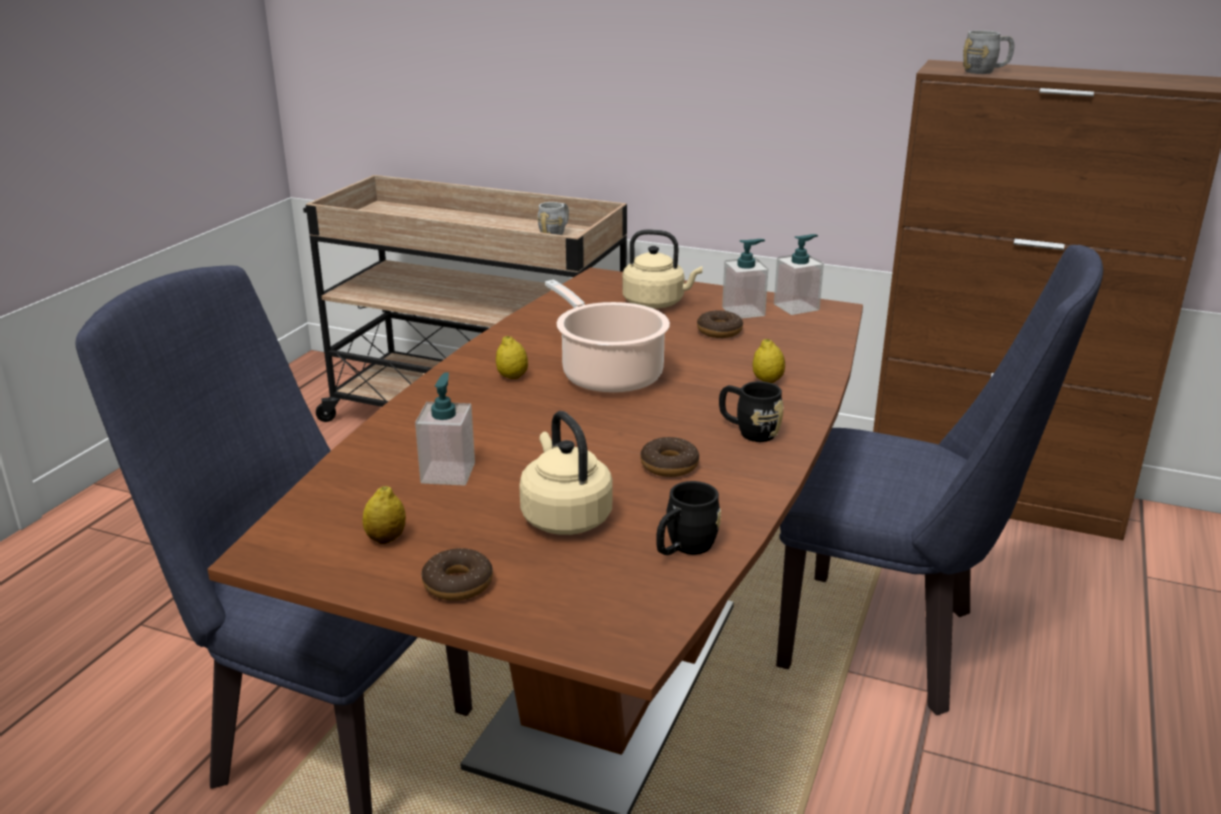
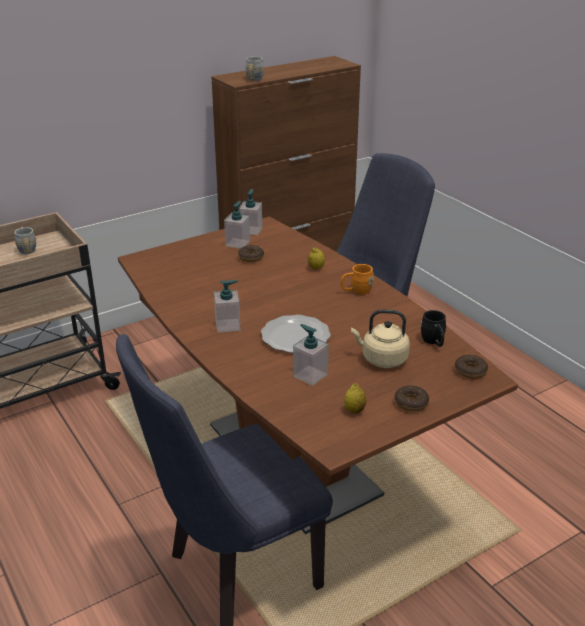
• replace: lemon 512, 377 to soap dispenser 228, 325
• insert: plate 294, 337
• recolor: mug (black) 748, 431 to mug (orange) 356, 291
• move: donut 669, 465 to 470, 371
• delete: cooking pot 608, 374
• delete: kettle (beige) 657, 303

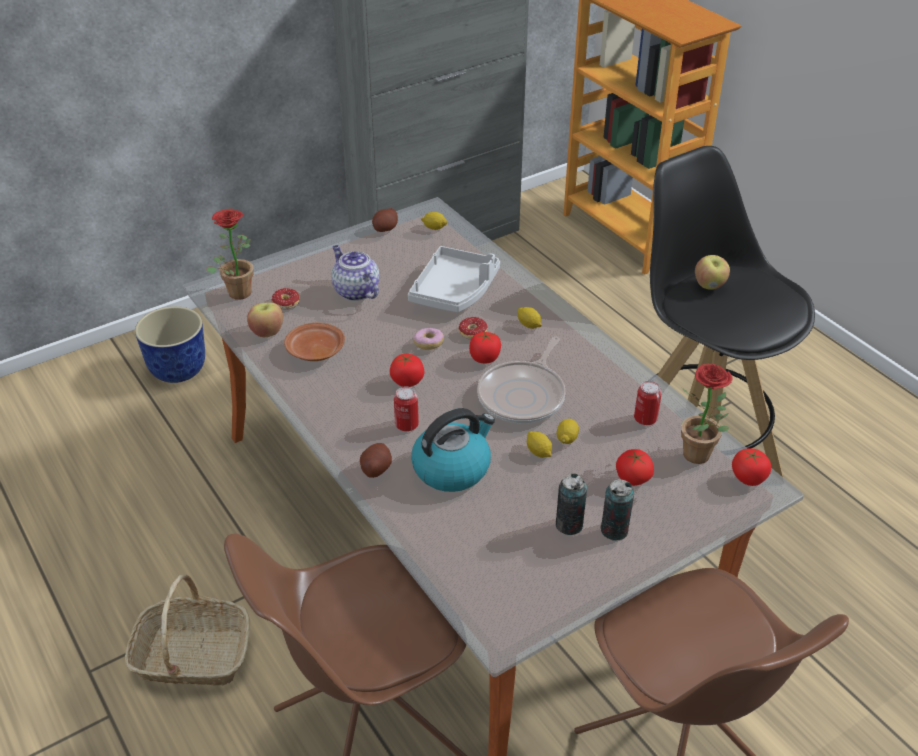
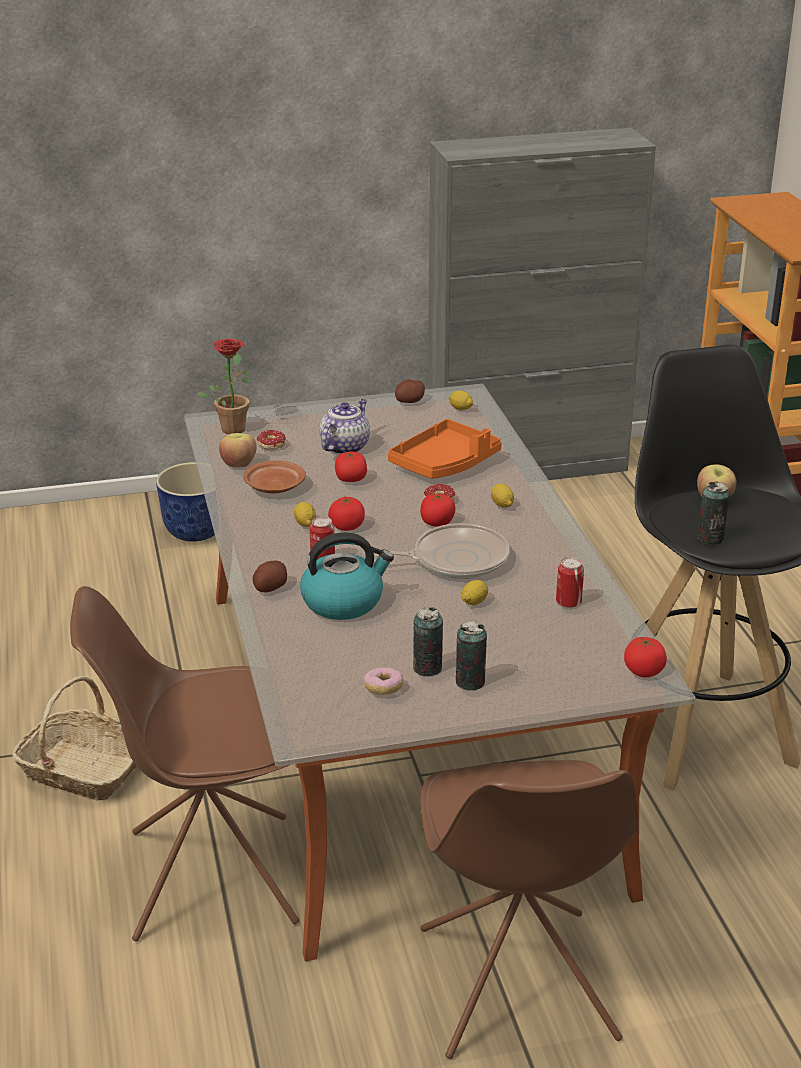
• move: lemon 538, 452 to 305, 523
• rotate: teapot 355, 291 = 345, 447 45 degrees clockwise
• move: tomato 632, 478 to 350, 479
• move: donut 428, 344 to 383, 688
• rotate: frying pan 524, 395 = 455, 559 150 degrees counterclockwise
• recolor: tray (grey) 455, 291 to tray (orange) 445, 463
• insert: can 710, 538
• delete: potted plant 700, 458

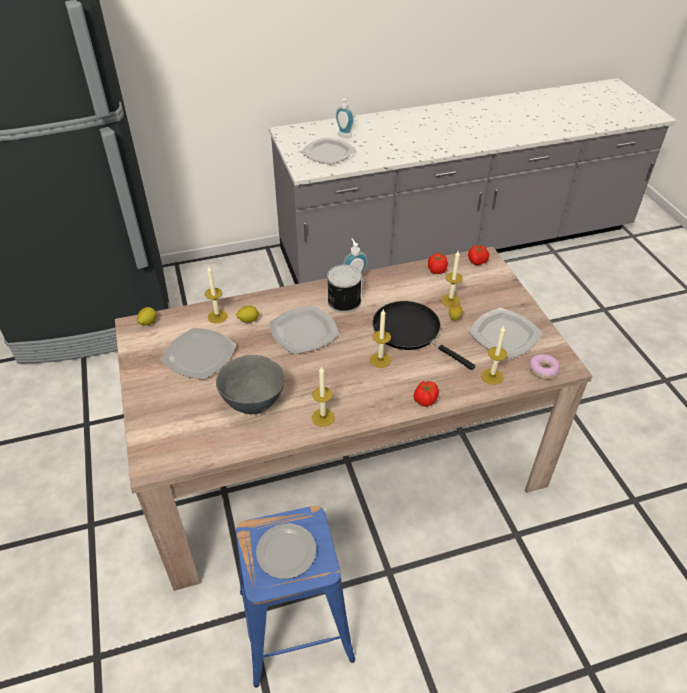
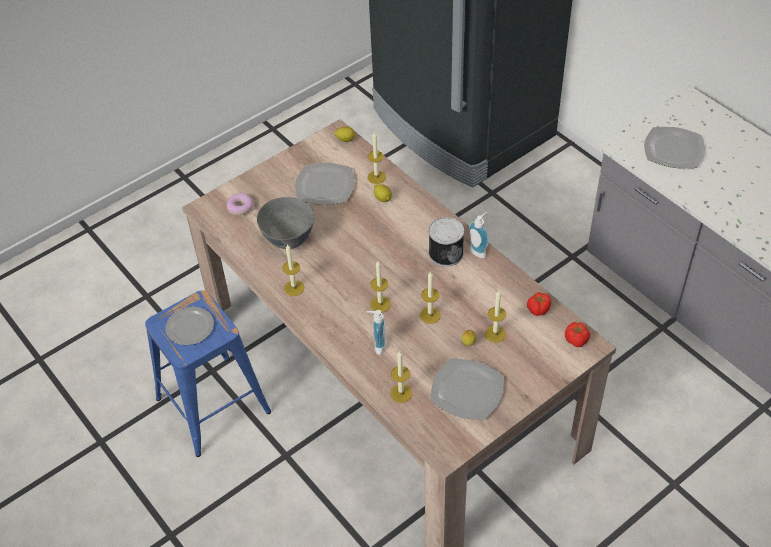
• move: donut 543, 370 to 240, 207
• move: soap dispenser 343, 136 to 377, 345
• replace: frying pan (black) 410, 332 to candle 430, 315
• delete: plate 303, 331
• delete: tomato 425, 400

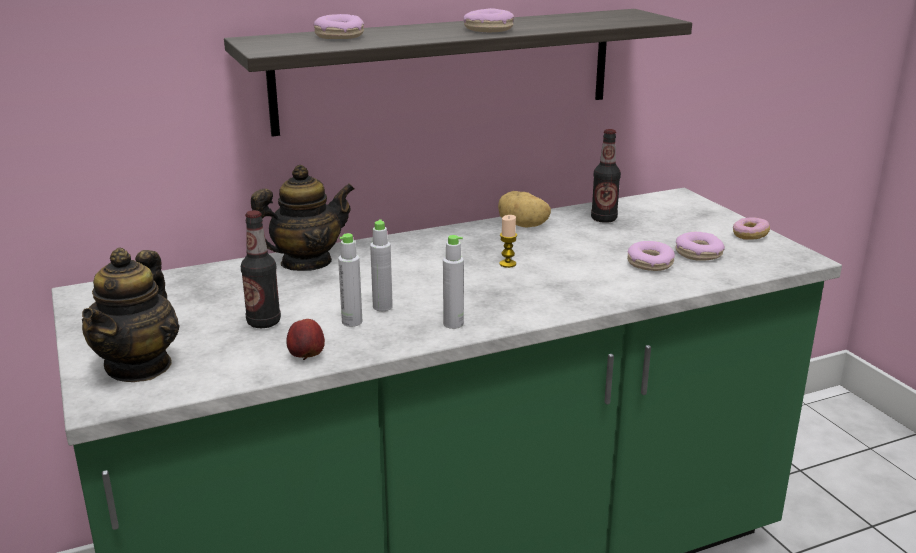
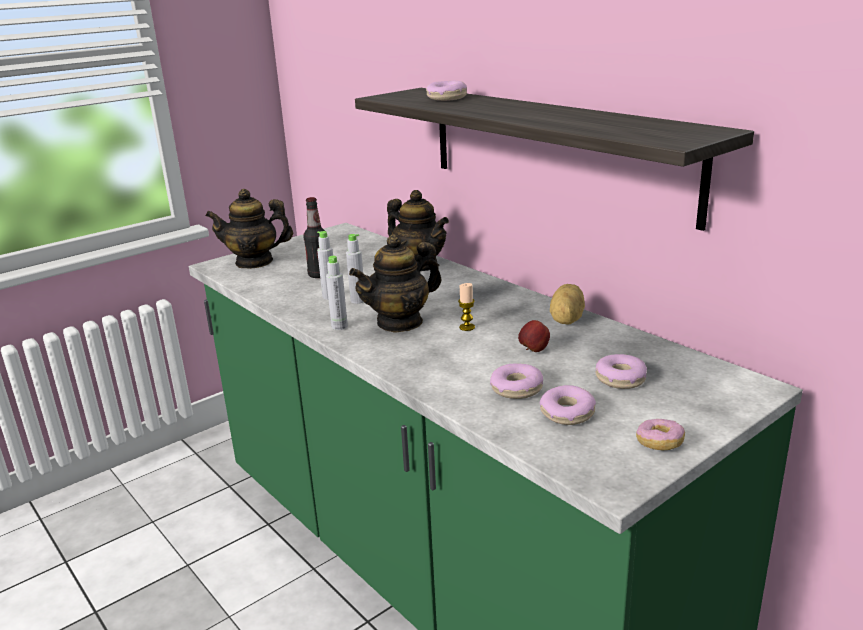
• insert: teapot 400, 322
• move: apple 306, 356 to 534, 350
• move: donut 488, 29 to 620, 378
• delete: bottle 603, 219

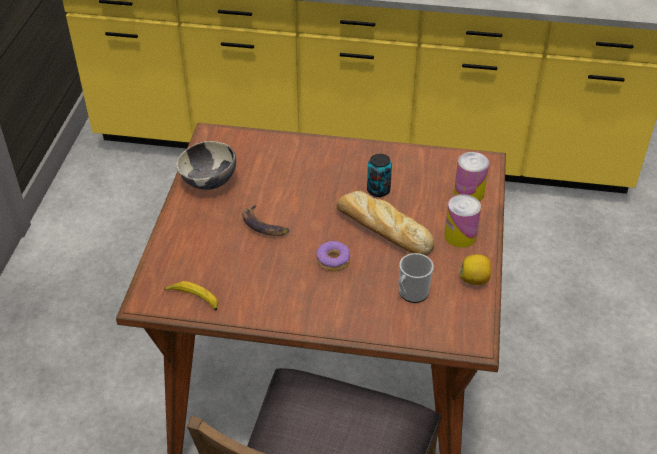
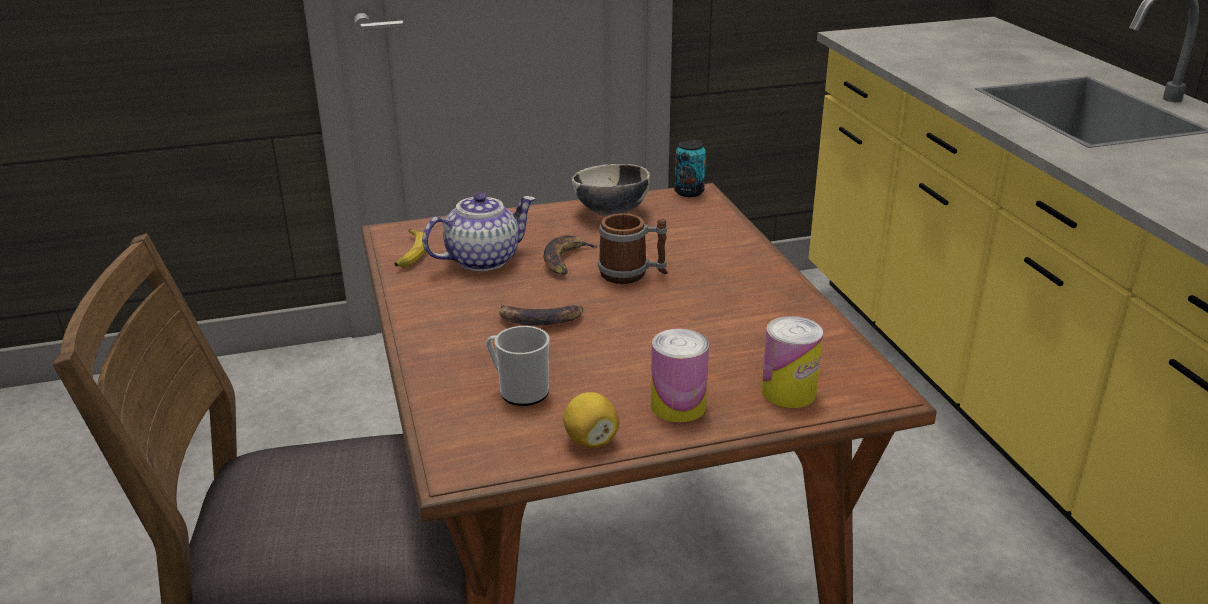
• insert: teapot 483, 259
• replace: donut 333, 261 to banana 539, 319
• insert: mug 632, 274
• move: can 378, 190 to 689, 192
• delete: bread 382, 229

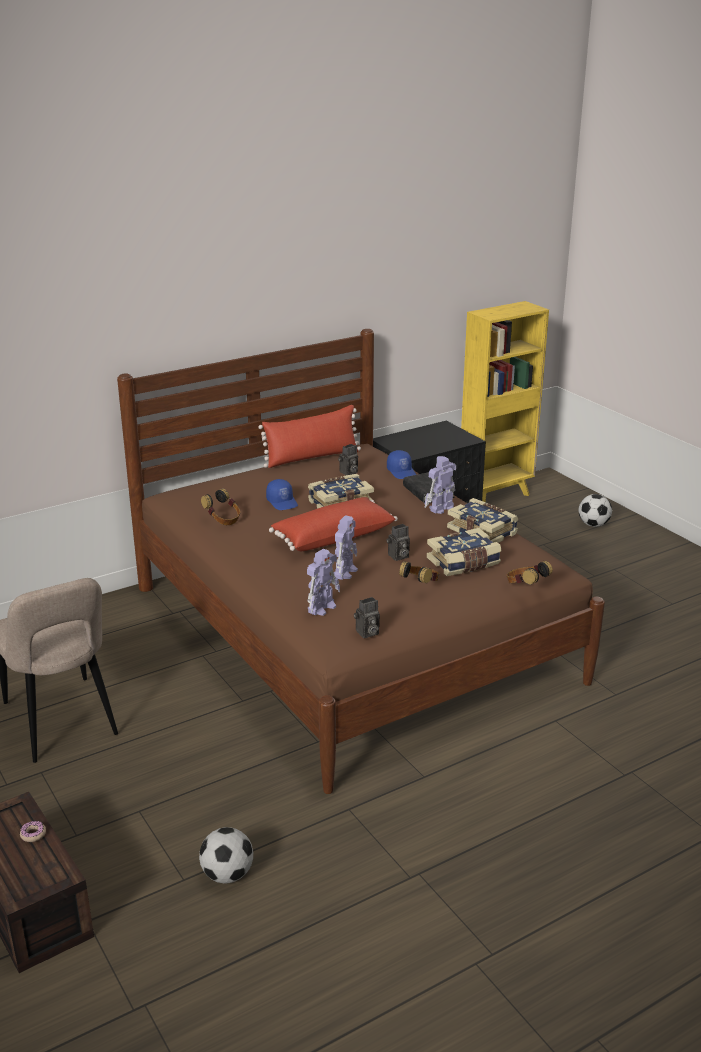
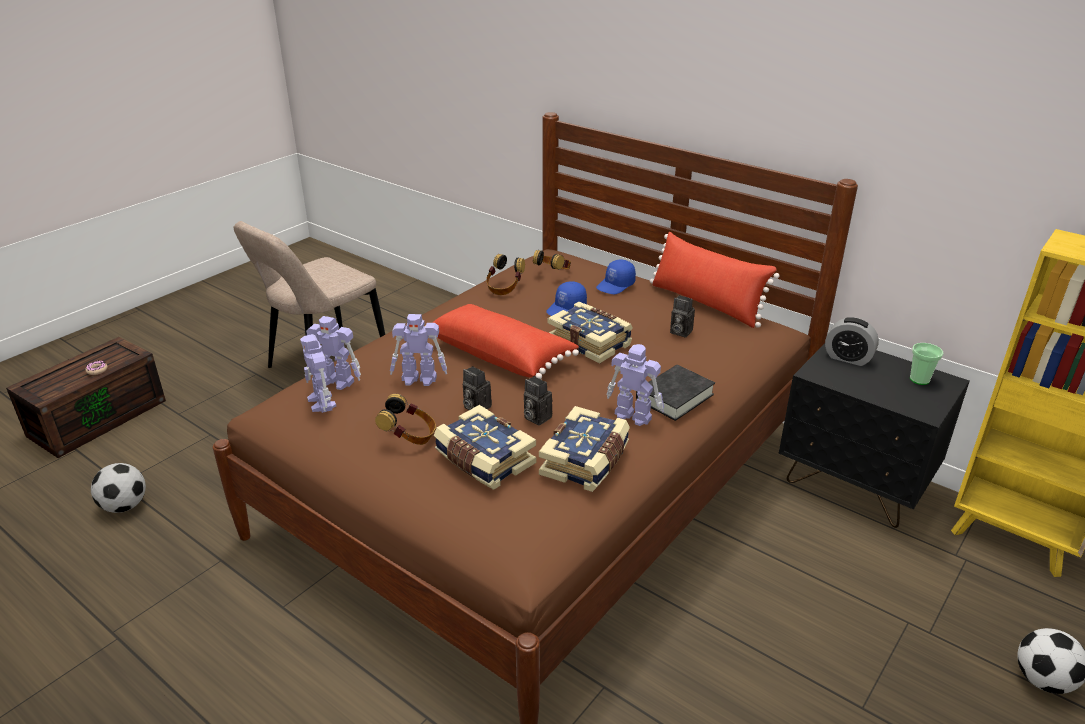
• insert: toy robot 322, 403
• move: photo camera 367, 633 to 535, 417
• move: headphones 525, 587 to 553, 274
• move: cap (blue) 402, 472 to 616, 285
• insert: alarm clock 848, 358
• insert: cup 919, 379

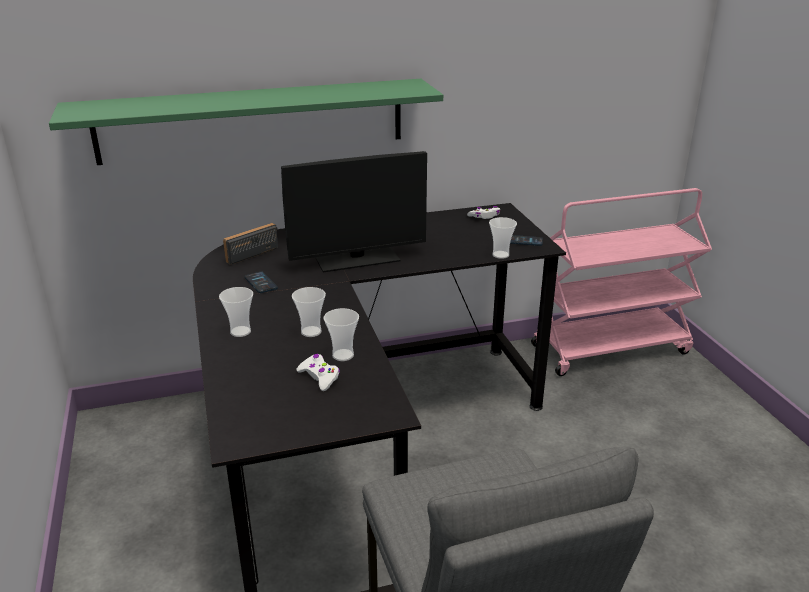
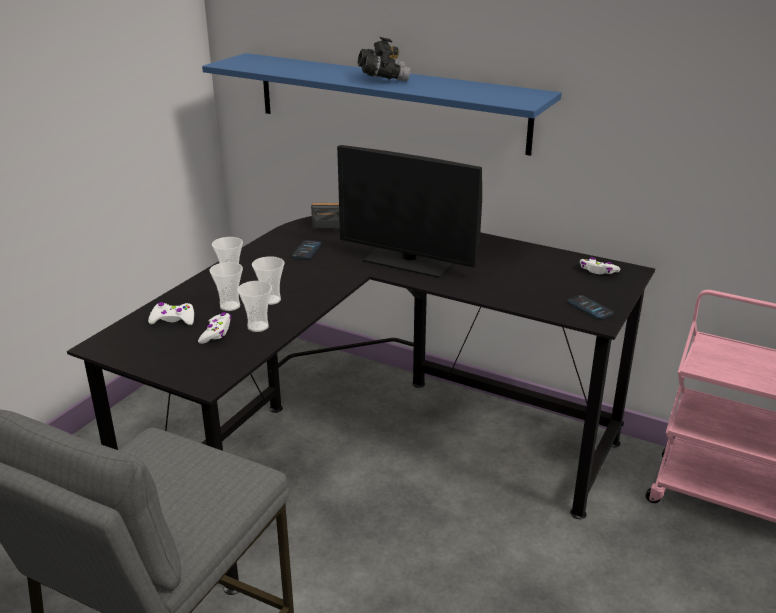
• insert: game controller (white) 173, 320
• recolor: shelf (green) 253, 120 to shelf (blue) 388, 102
• move: cup 500, 255 to 230, 306
• insert: binoculars (black) 383, 79

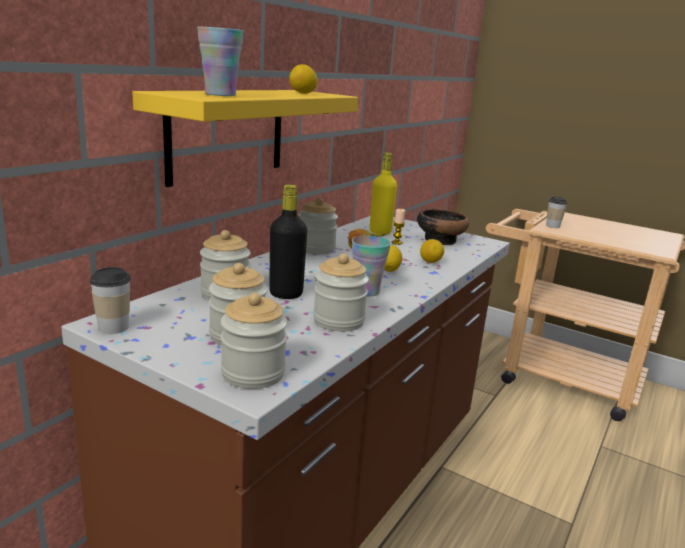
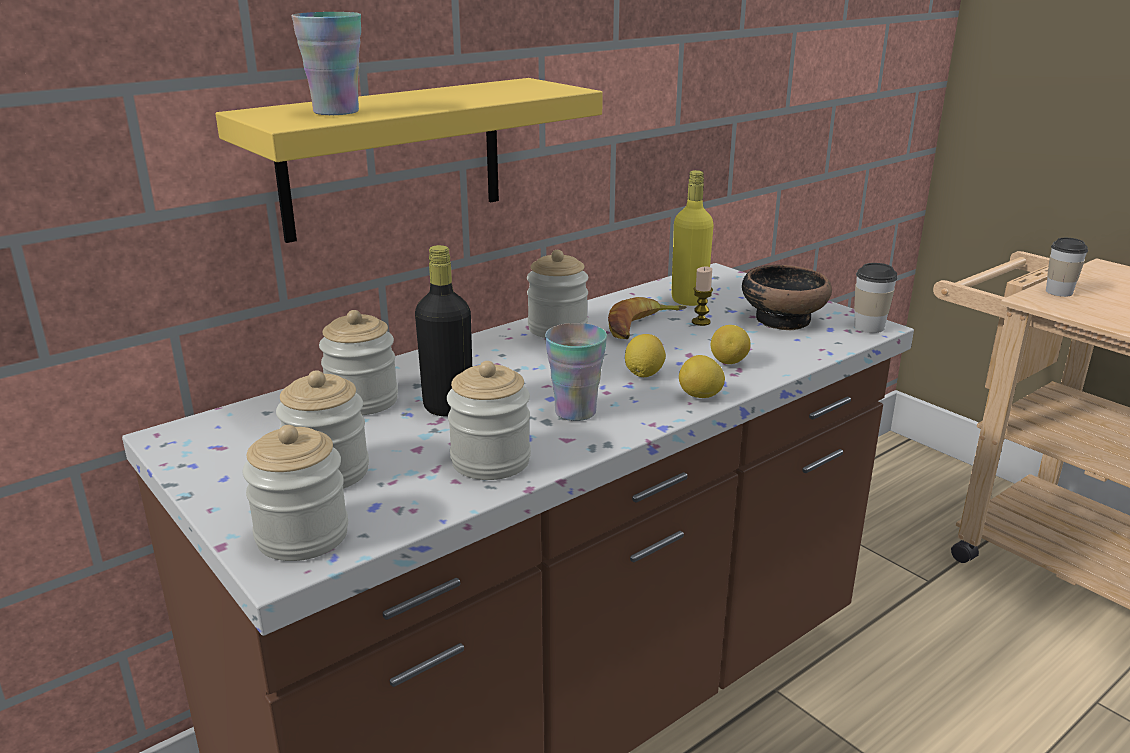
• move: lemon 303, 93 to 700, 396
• move: cup 113, 327 to 869, 327

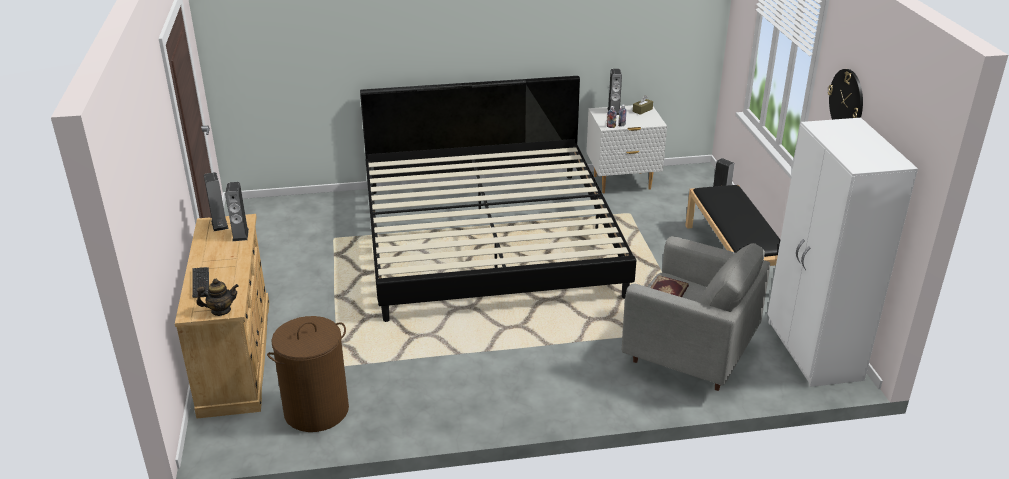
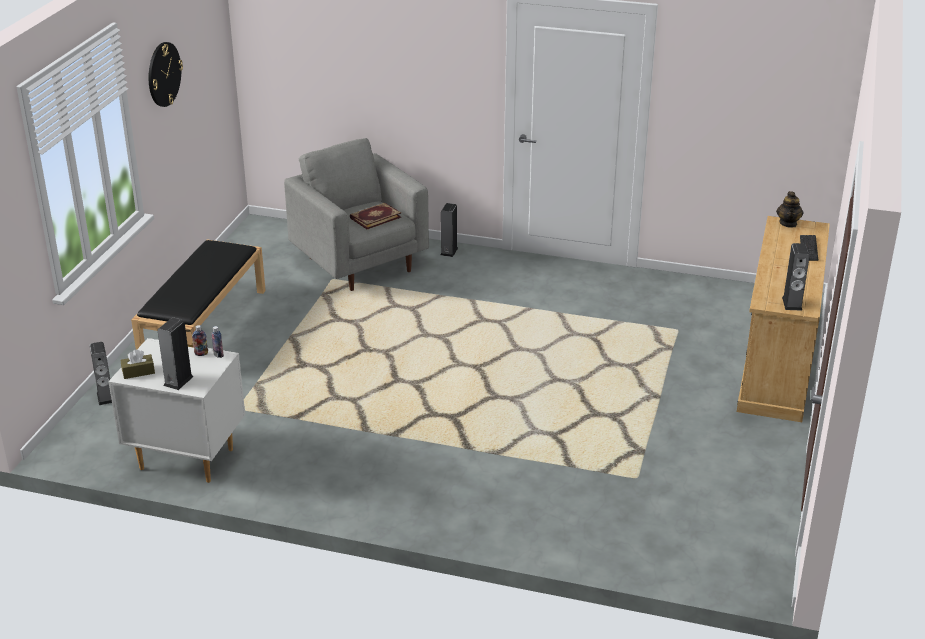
• move: speaker 240, 235 to 449, 251
• rotate: teapot 221, 310 = 788, 223 90 degrees counterclockwise
• delete: laundry basket (brown) 316, 411
• delete: bed 488, 240
• delete: wardrobe (white) 813, 351

